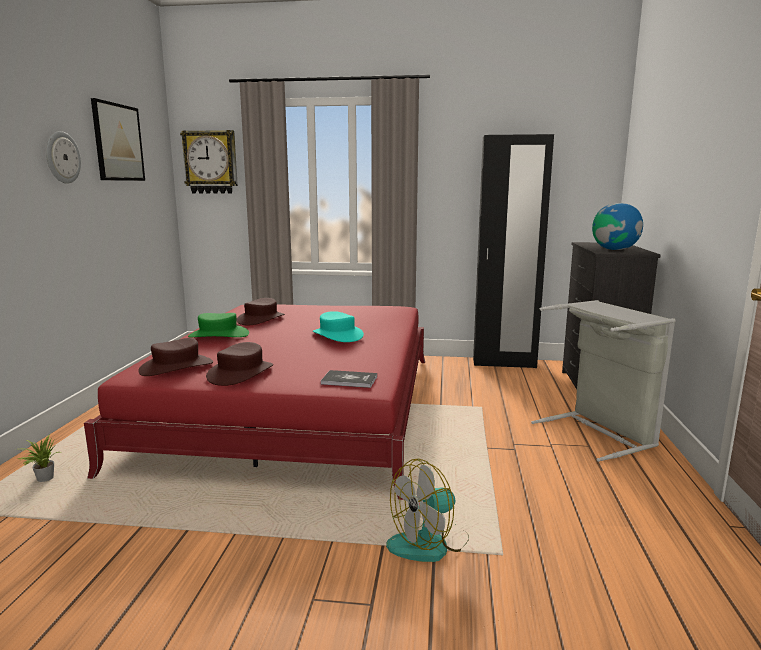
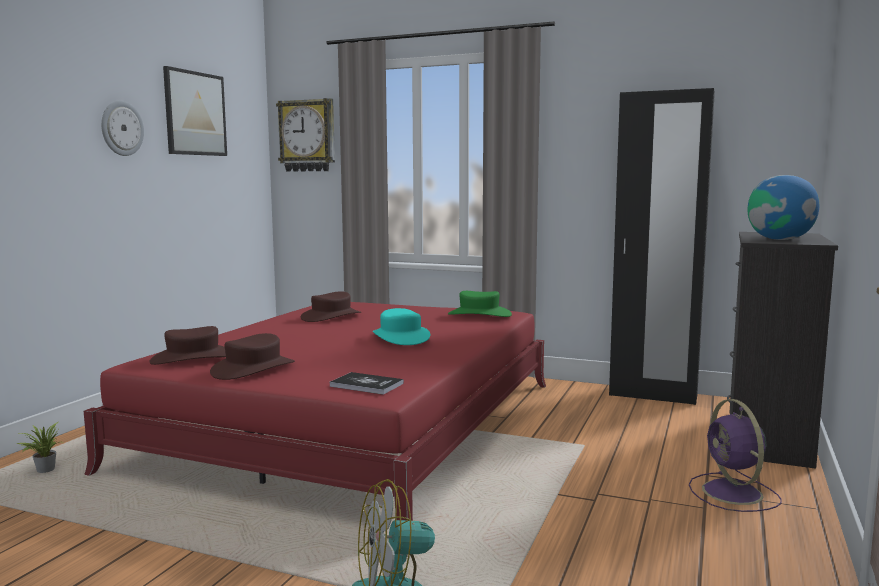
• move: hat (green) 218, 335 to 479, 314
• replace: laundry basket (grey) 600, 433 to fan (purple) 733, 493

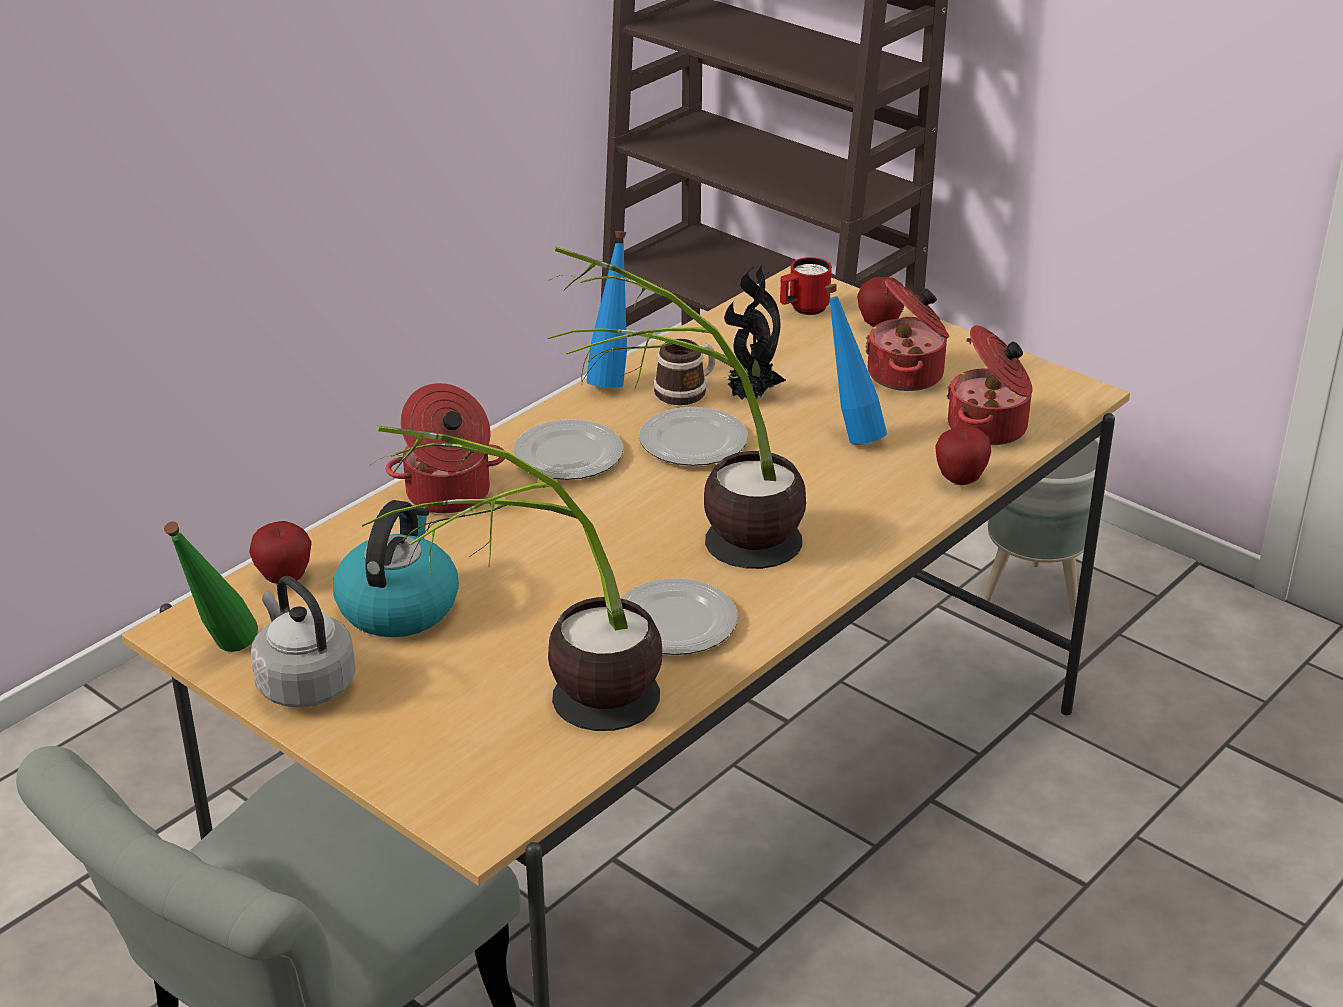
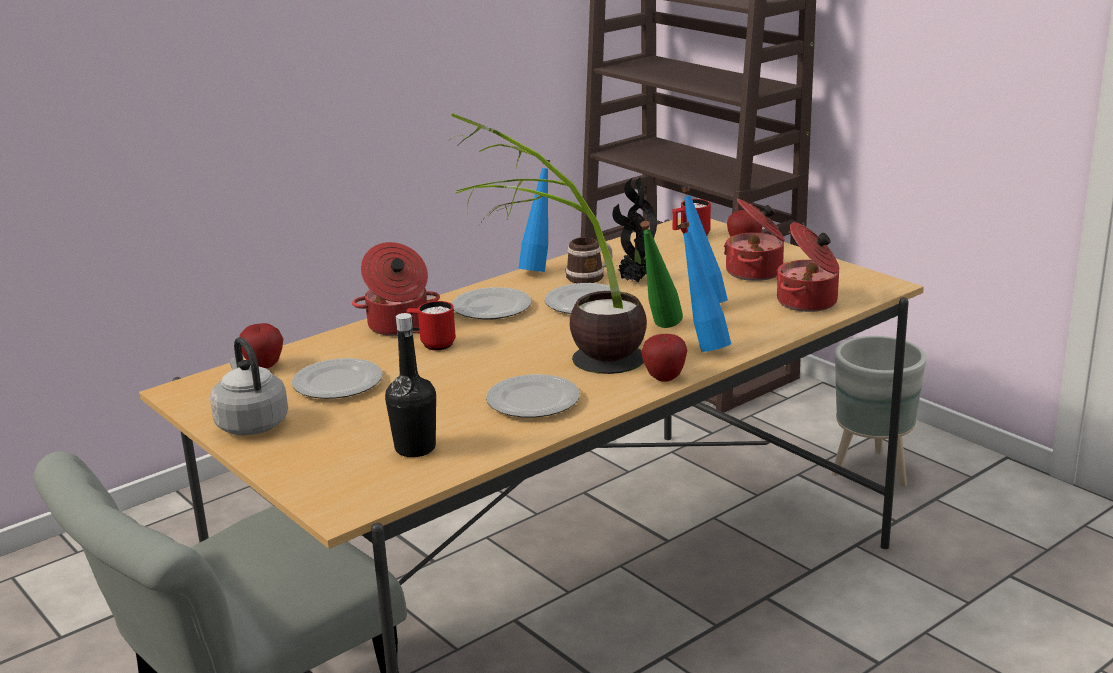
• replace: kettle 398, 606 to plate 337, 384
• replace: potted plant 543, 714 to bottle (black) 415, 448
• insert: mug (red) 432, 344
• move: bottle (green) 221, 654 to 659, 329
• move: apple 960, 480 to 664, 378
• insert: bottle (blue) 703, 346

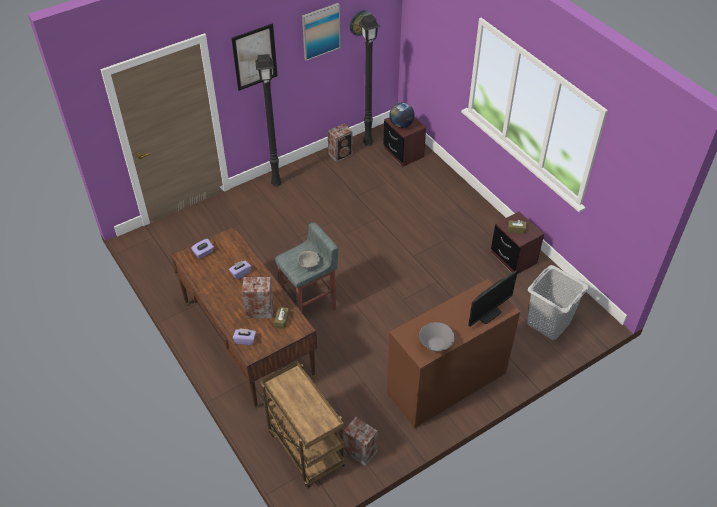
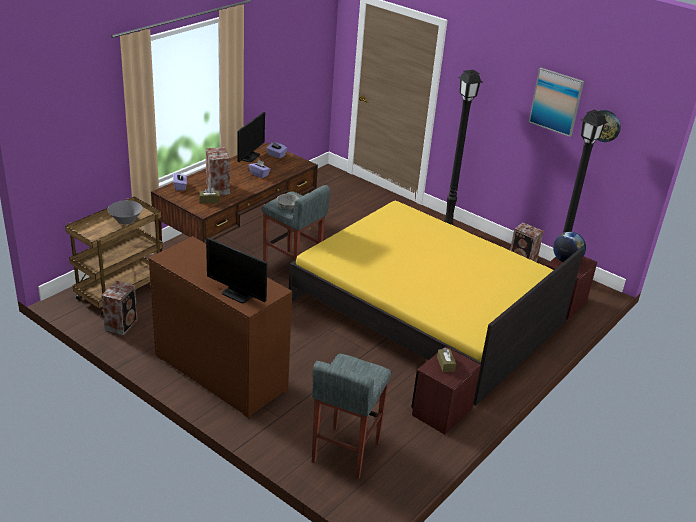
• move: bowl (grey) 435, 345 to 126, 221
• insert: monitor 249, 156
• insert: bed (yellow) 427, 311
• replace: laundry basket (grey) 548, 323 to stool (grey) 344, 453
• delete: picture 254, 57

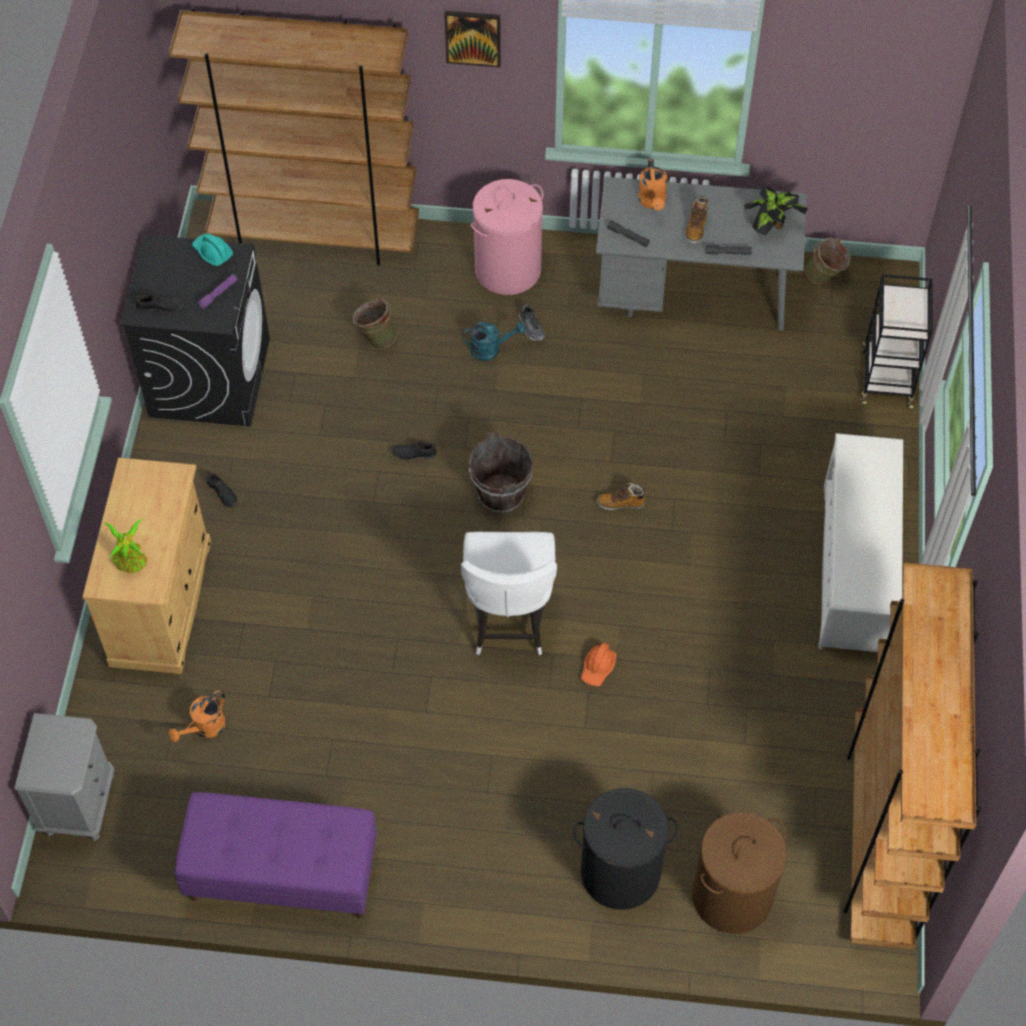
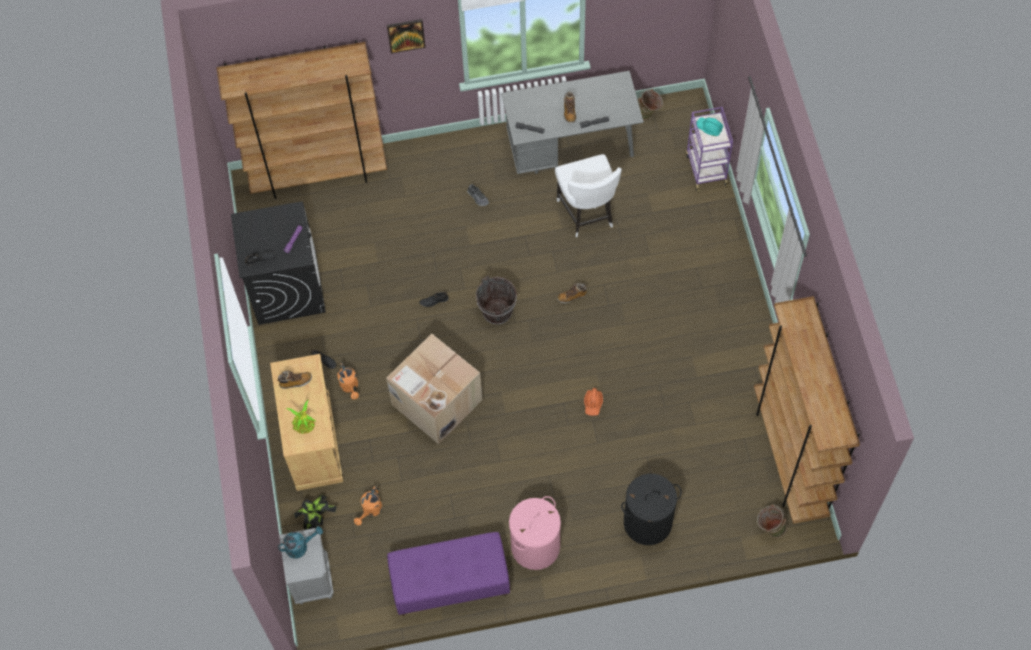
• insert: boot 295, 382
• move: watering can (turquoise) 490, 349 to 300, 546
• move: potted plant 772, 227 to 317, 519
• move: watering can (orange) 653, 202 to 350, 387
• insert: cardboard box 435, 402
• move: laundry basket (pink) 507, 269 to 535, 546
• move: chair (white) 508, 621 to 587, 214
• recolor: cart (black) 886, 376 to cart (purple) 706, 169
• move: hard hat (turquoise) 212, 252 to 709, 128
• move: bucket (green) 376, 338 to 769, 528
• delete: laundry basket (brown) 732, 896
• delete: shoe rack (white) 854, 568

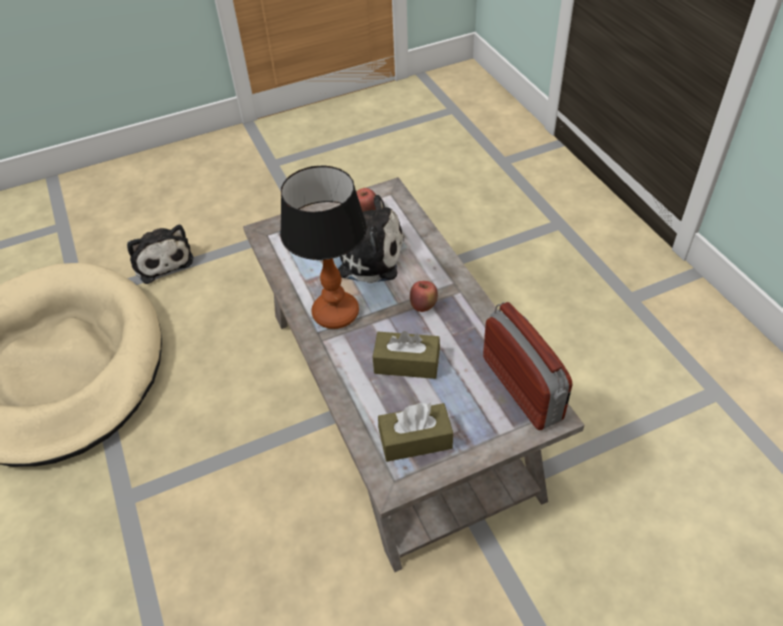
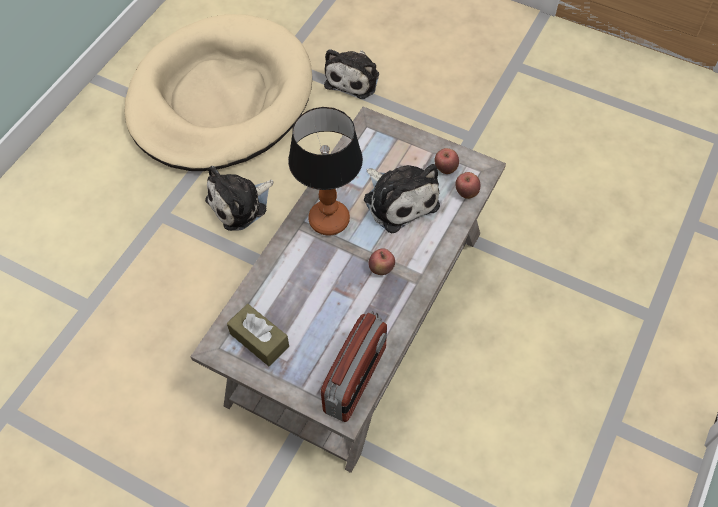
• insert: plush toy 240, 204
• insert: apple 466, 193
• delete: tissue box (brown) 407, 363

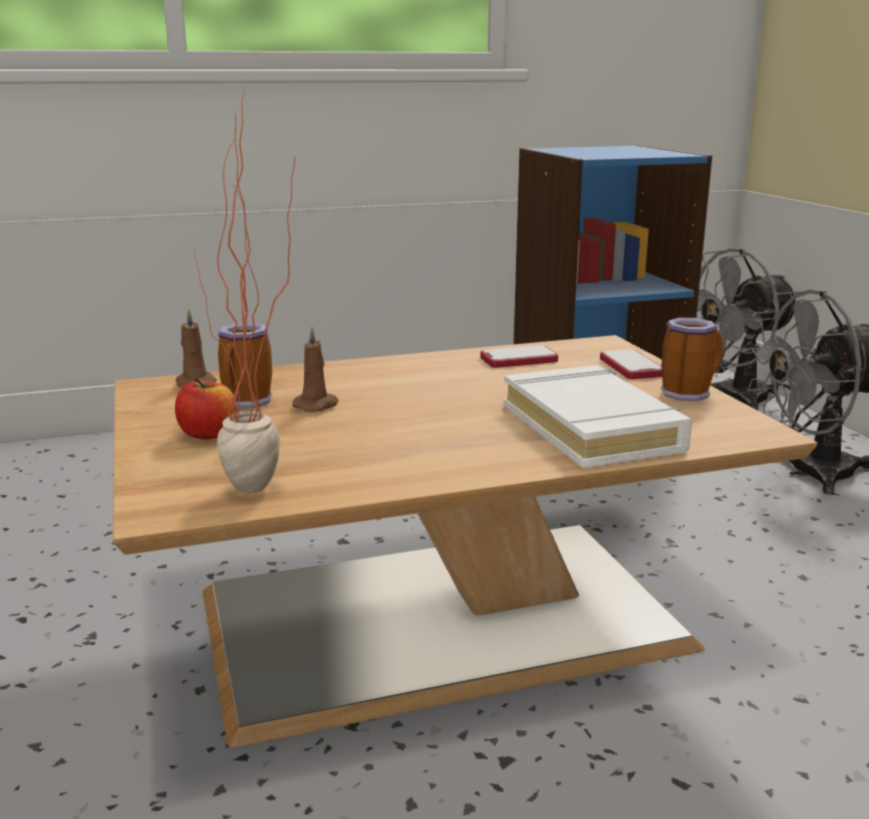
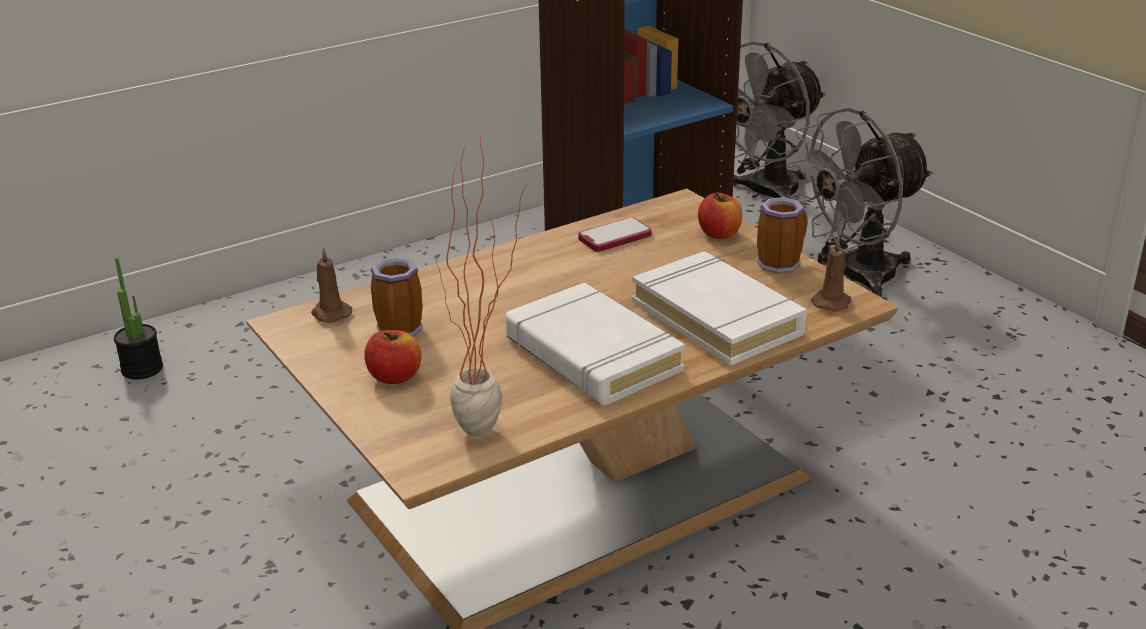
• insert: potted plant 142, 369
• insert: book (white) 592, 355
• replace: phone 631, 367 to apple 719, 234
• move: candle (brown) 317, 405 to 832, 302

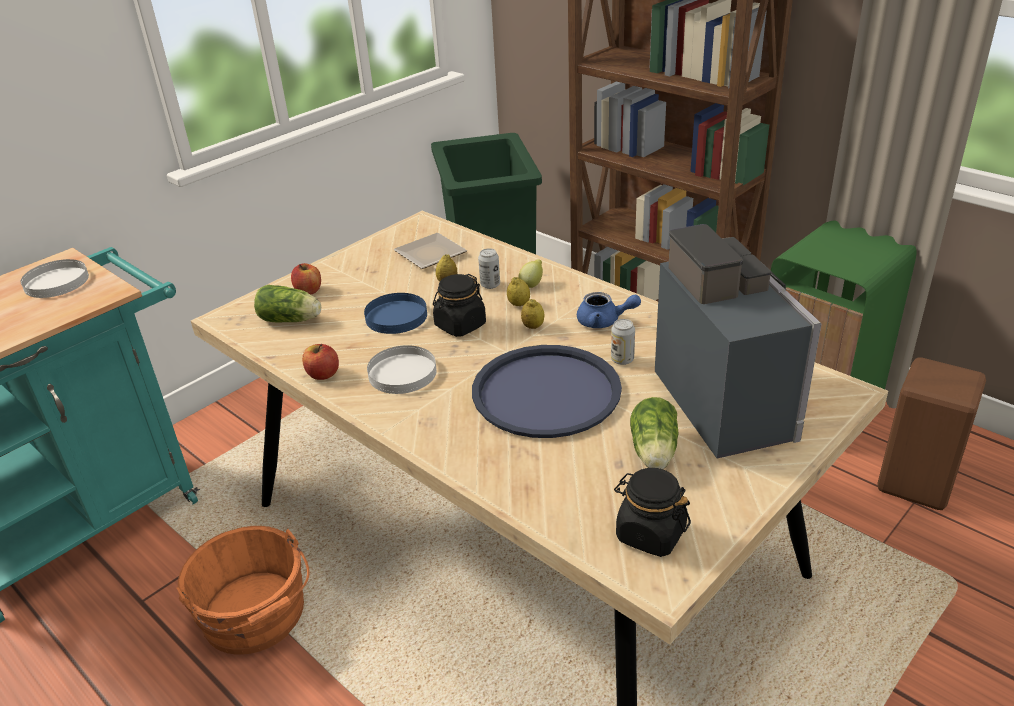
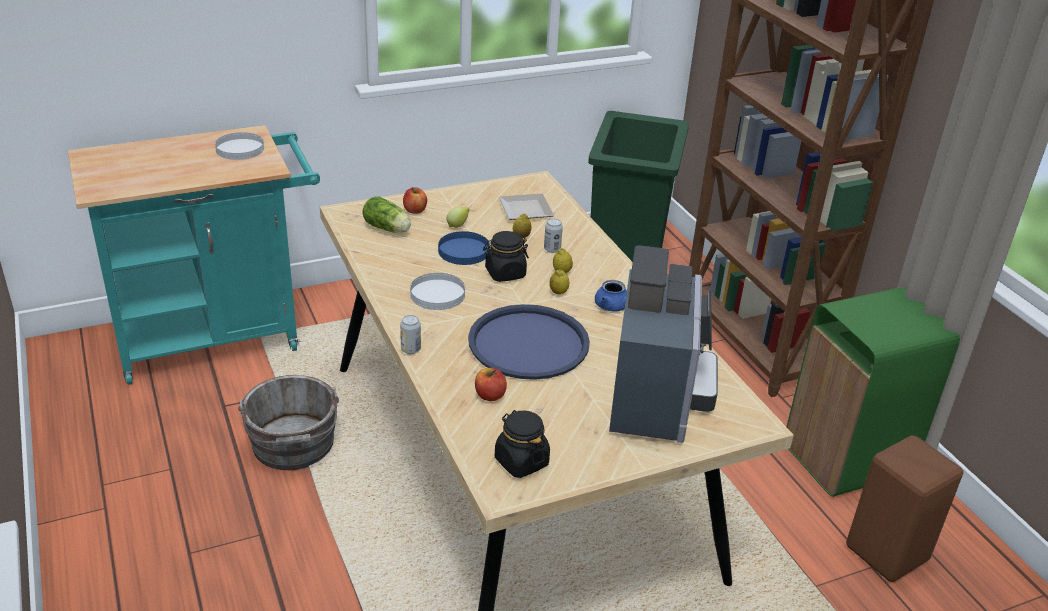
• recolor: bucket (orange) 257, 617 to bucket (grey) 293, 446
• move: can 622, 359 to 410, 349
• move: lemon 532, 285 to 458, 225
• move: apple 323, 374 to 490, 395
• delete: lettuce 654, 453

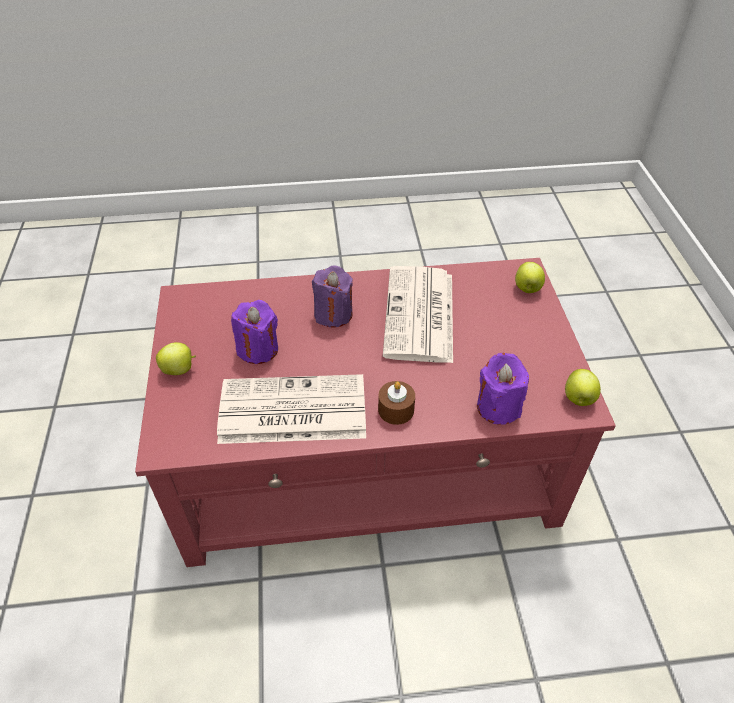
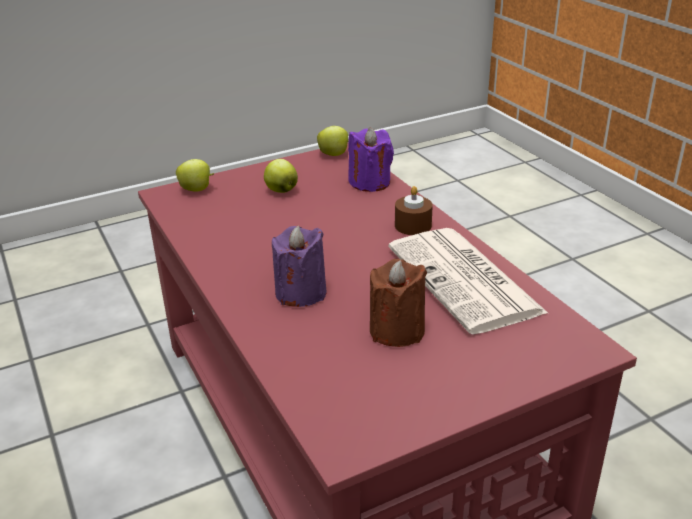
• move: apple 180, 369 to 281, 190
• recolor: candle (purple) 258, 349 to candle (brown) 397, 330
• delete: newspaper 420, 316

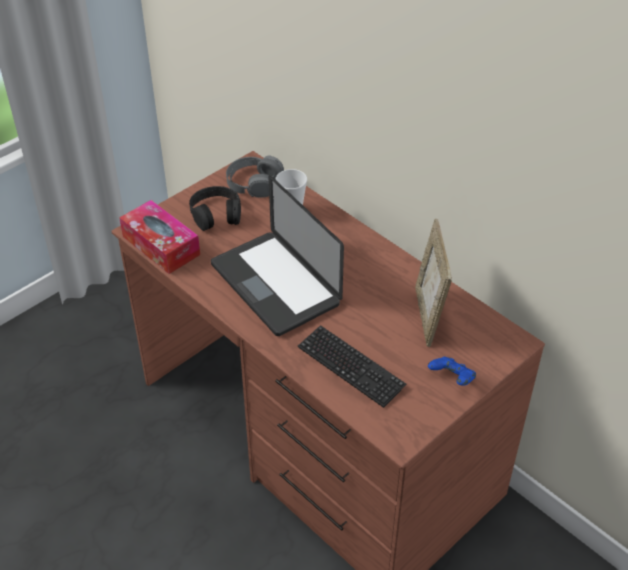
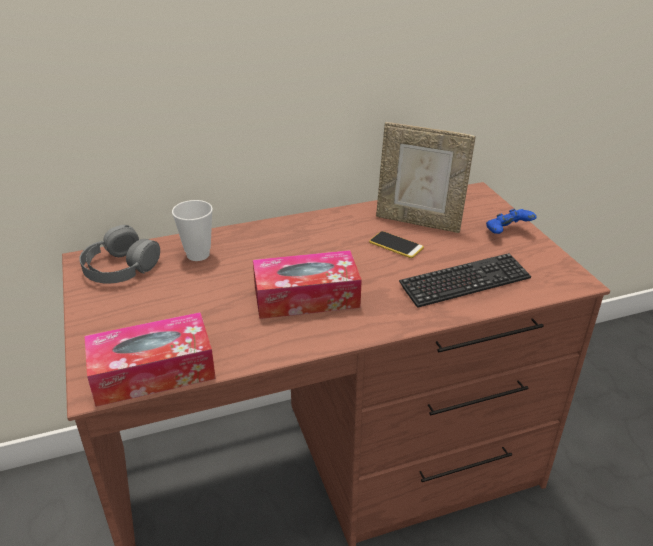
• replace: laptop 275, 284 to tissue box 306, 297
• insert: phone 396, 245
• delete: headphones (black) 216, 214

